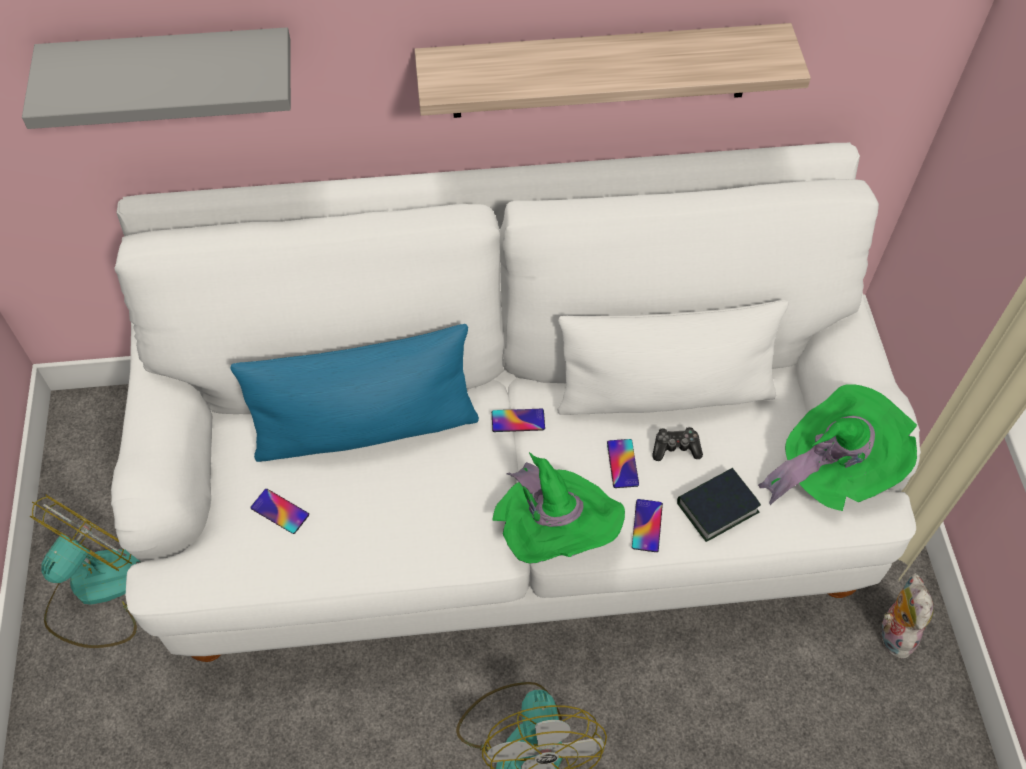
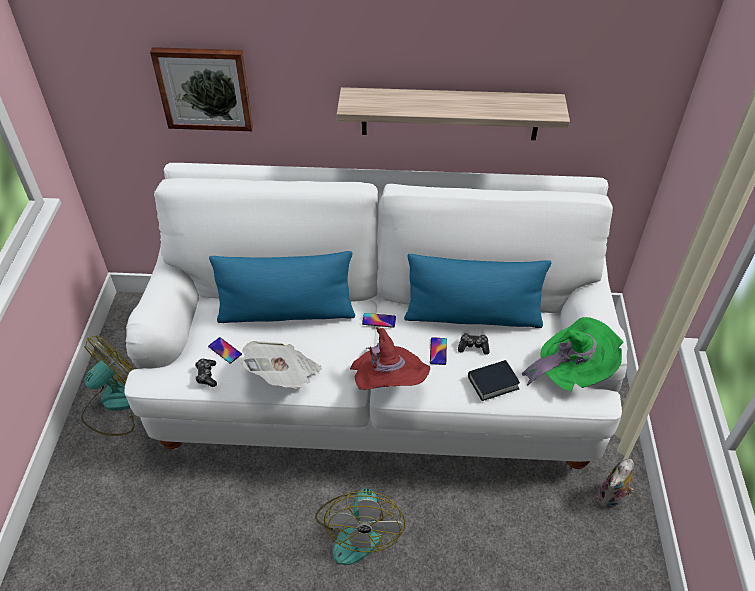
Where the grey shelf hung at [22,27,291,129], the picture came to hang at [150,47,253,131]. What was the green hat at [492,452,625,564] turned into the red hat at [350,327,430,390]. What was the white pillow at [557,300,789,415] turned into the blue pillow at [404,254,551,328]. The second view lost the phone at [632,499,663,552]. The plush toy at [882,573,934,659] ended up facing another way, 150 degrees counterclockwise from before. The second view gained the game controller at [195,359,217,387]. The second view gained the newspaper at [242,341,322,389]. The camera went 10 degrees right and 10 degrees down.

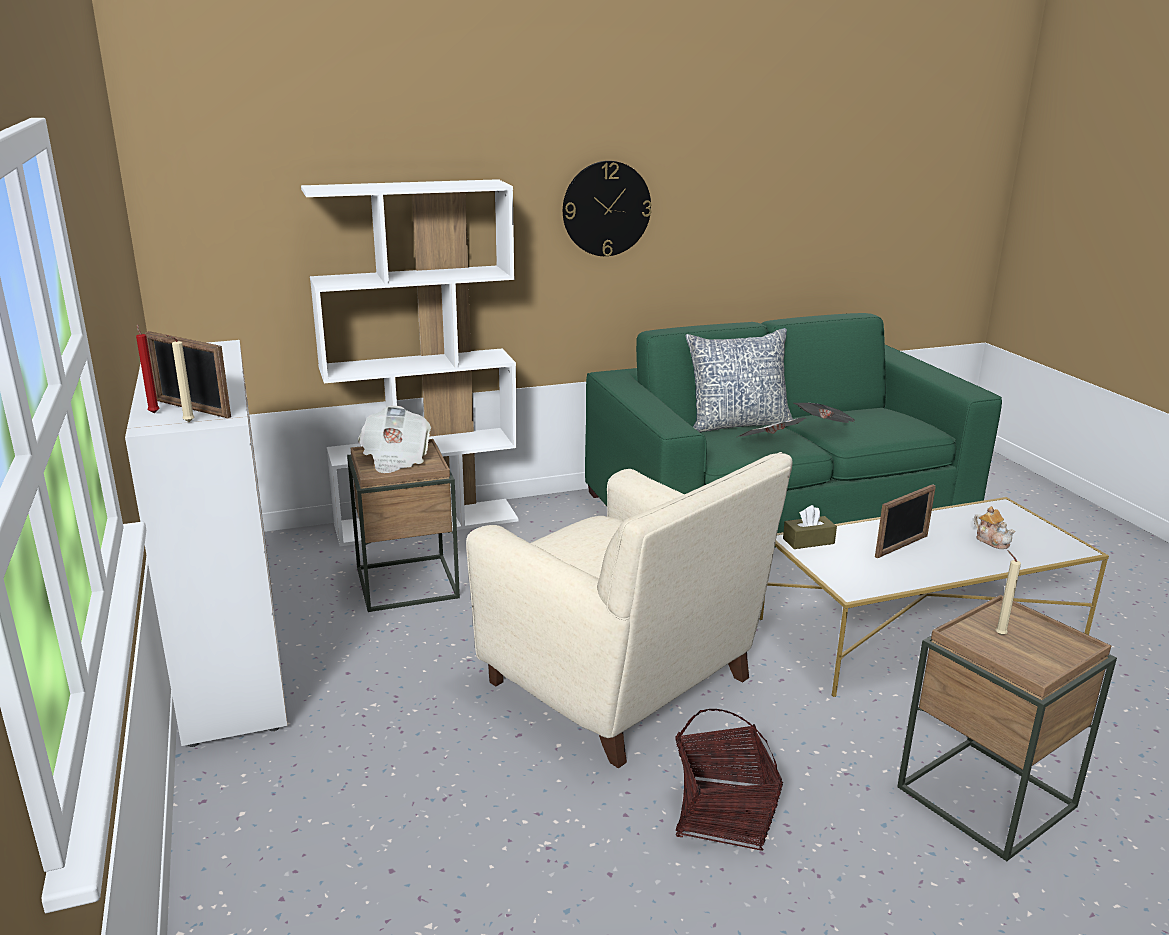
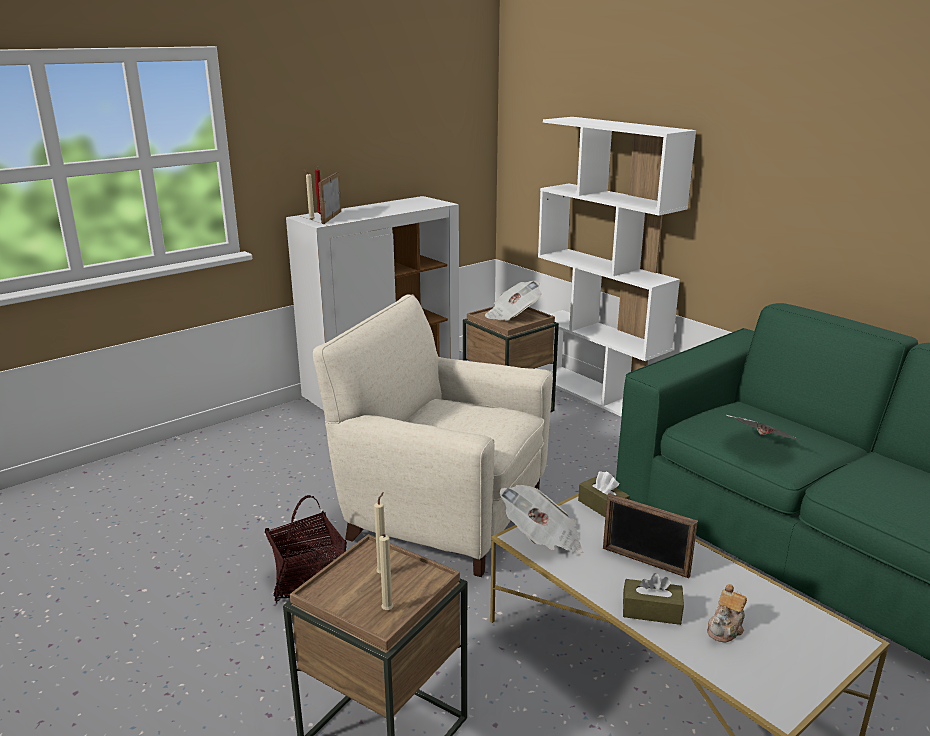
The beige armchair at [466,452,793,768] ended up facing another way, 90 degrees clockwise from before. The second view lost the wall clock at [563,161,651,256]. The second view lost the pillow at [685,328,793,433]. The newspaper ended up elsewhere, having gone from [794,403,855,423] to [500,485,583,554]. The second view gained the beige candle at [379,534,393,610]. The second view gained the brown tissue box at [623,573,684,625]. The camera went 70 degrees right and 0 degrees up.

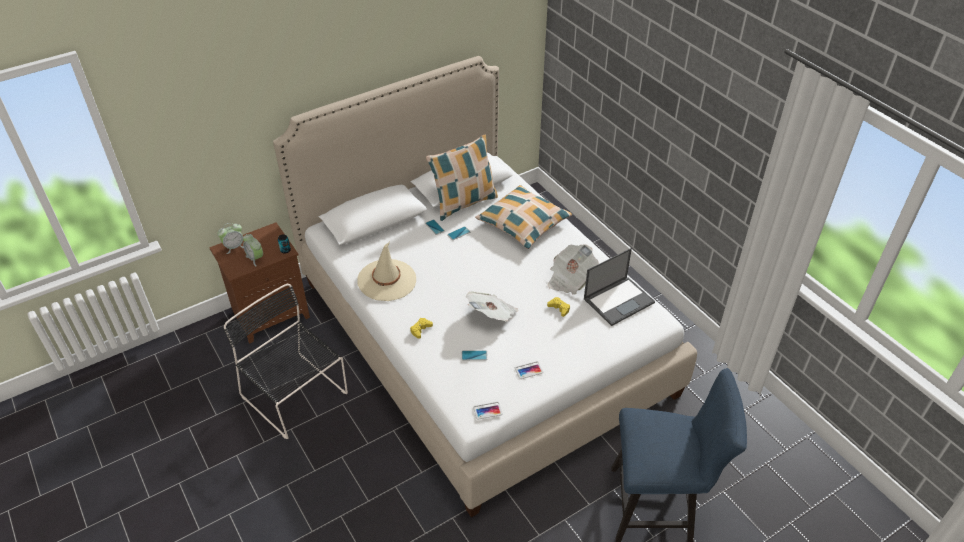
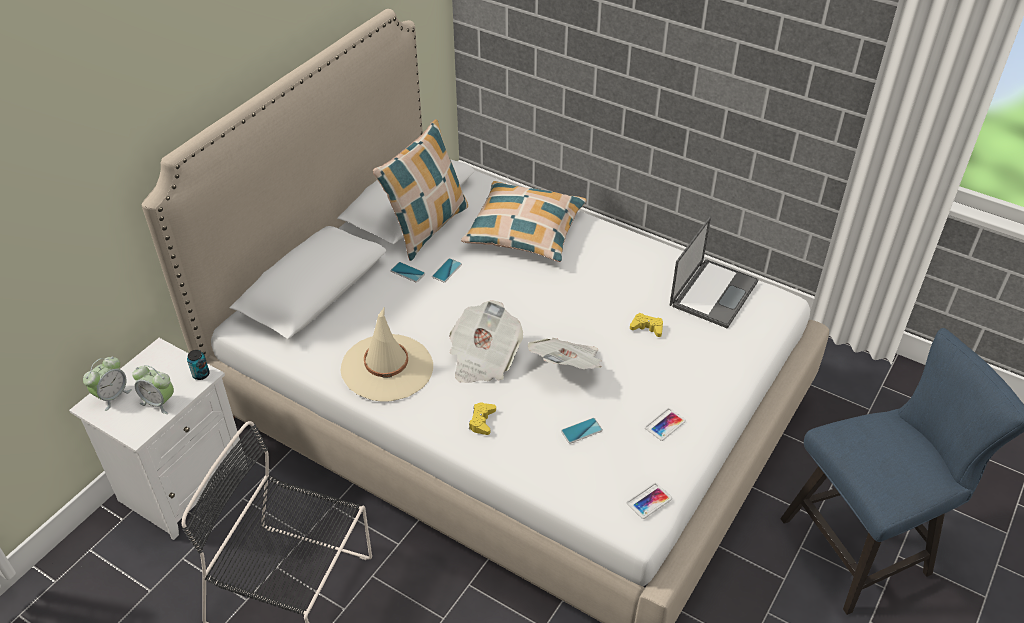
What was the brown nightstand at [209,222,310,344] turned into the white nightstand at [69,338,247,540]. The newspaper ended up elsewhere, having gone from [548,244,599,294] to [449,300,523,383]. The camera went 25 degrees left and 0 degrees up.

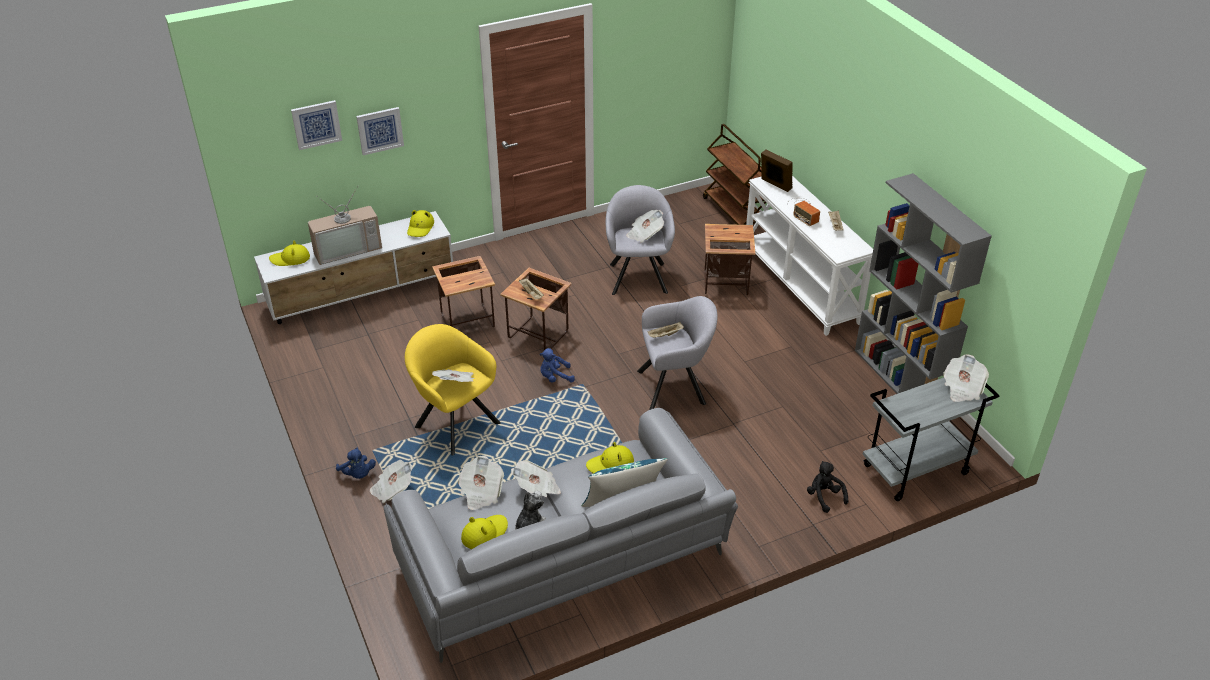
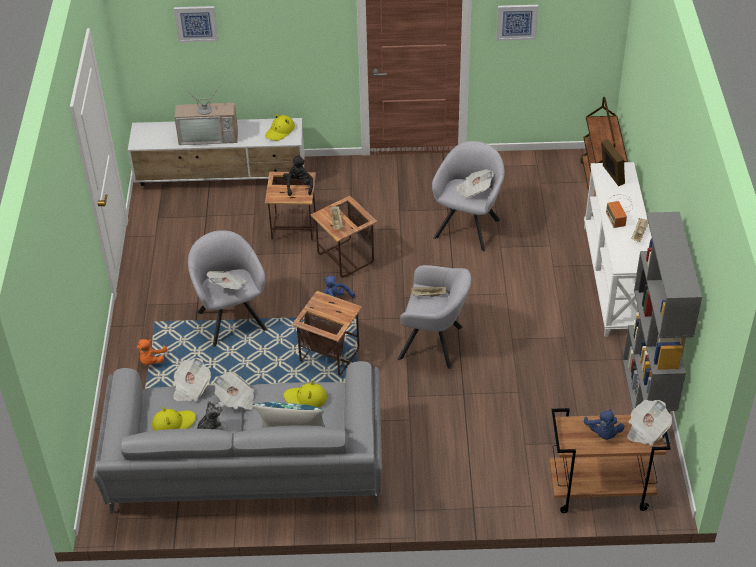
The second view lost the yellow hat at [269,241,310,266]. The blue plush toy ended up elsewhere, having gone from [336,448,376,479] to [584,409,624,440]. The picture ended up elsewhere, having gone from [356,107,404,155] to [496,5,538,41]. Where the newspaper stood at [370,460,413,503], the orange plush toy came to stand at [137,339,168,365]. What was the yellow armchair at [405,324,501,456] turned into the grey armchair at [188,230,268,347]. The side table ended up elsewhere, having gone from [705,224,755,295] to [292,291,362,376]. The black plush toy ended up elsewhere, having gone from [807,461,849,513] to [283,156,313,196]. What was the grey cart at [863,378,1000,501] turned into the brown cart at [549,408,671,513]. The camera went 25 degrees right and 5 degrees up.

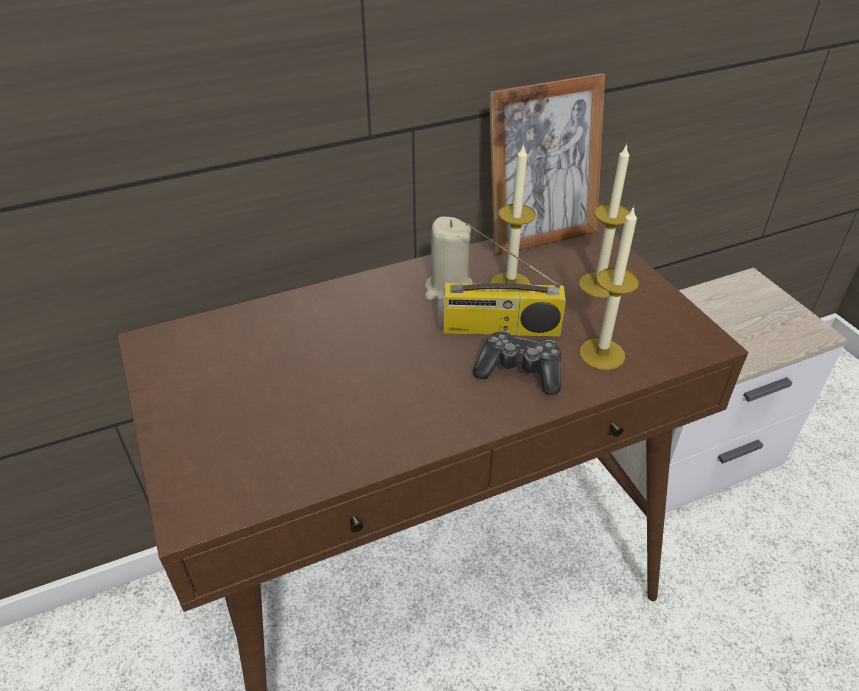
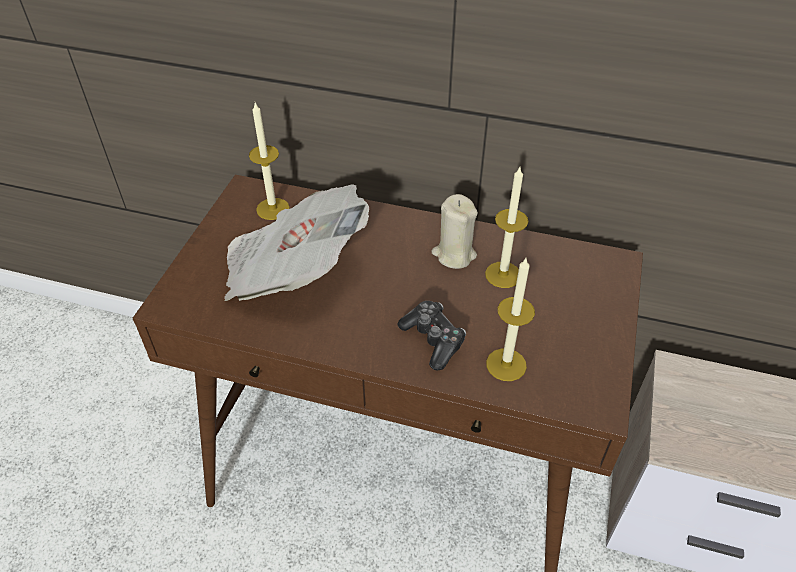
The second view lost the radio at [438,223,566,336]. The second view lost the picture frame at [489,73,605,256]. The candle ended up elsewhere, having gone from [579,143,630,298] to [249,103,290,220]. The second view gained the newspaper at [224,184,369,301]. The camera went 40 degrees right and 5 degrees up.

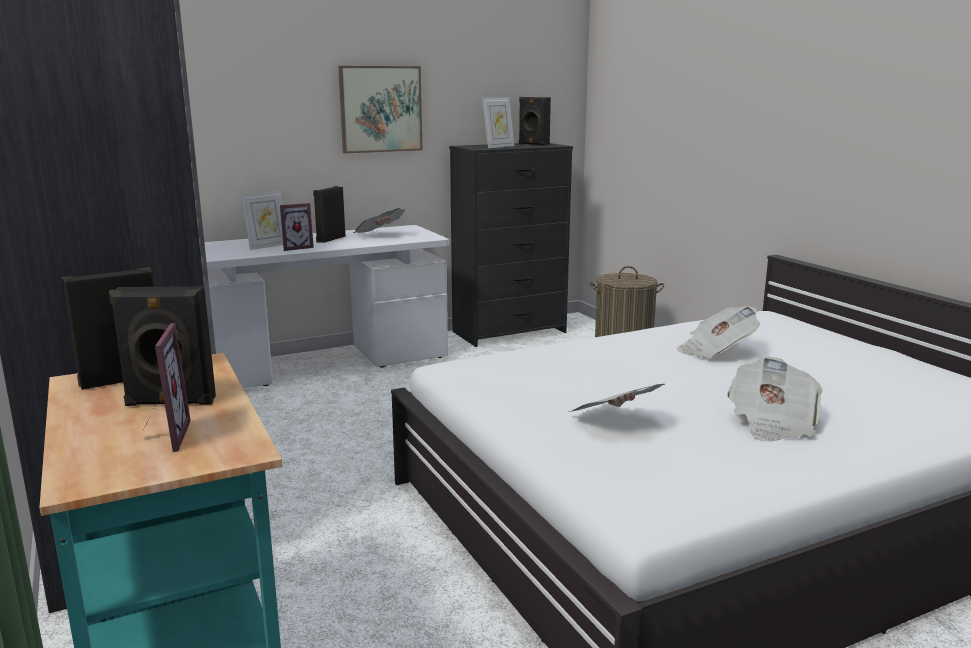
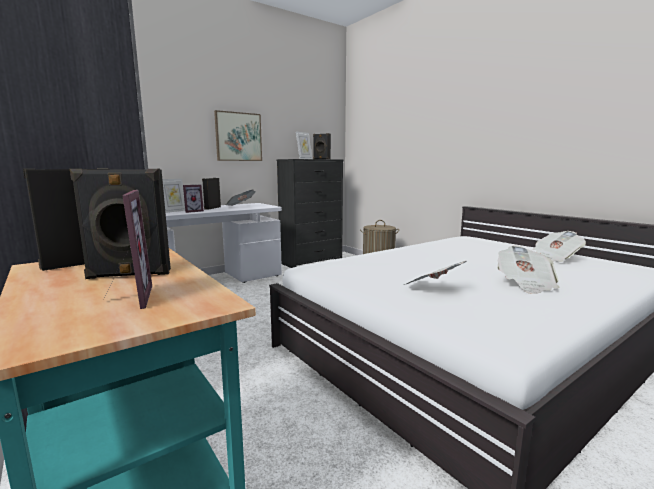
The newspaper ended up elsewhere, having gone from [677,306,760,358] to [533,231,586,262]. The camera went 10 degrees left and 5 degrees down.

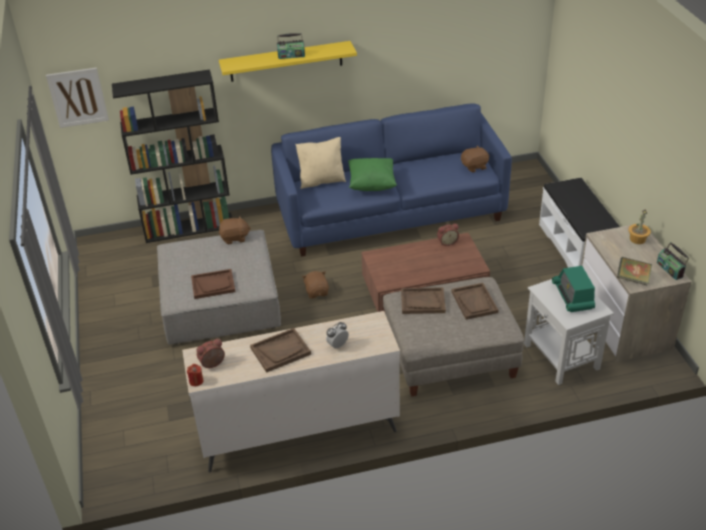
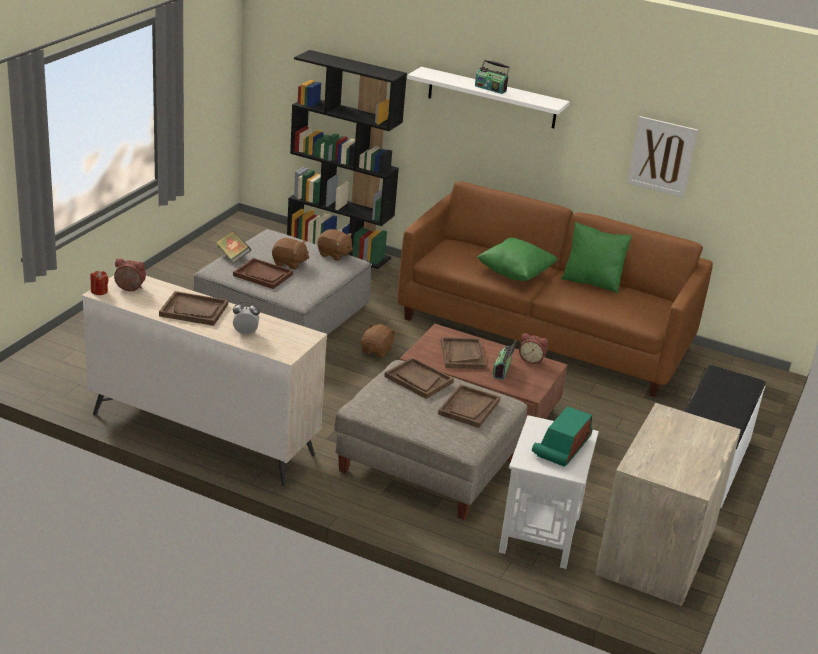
The picture ended up elsewhere, having gone from [46,68,109,128] to [627,116,698,198]. What was the yellow shelf at [219,41,357,82] turned into the white shelf at [407,67,570,129]. What was the blue sofa at [271,103,512,257] turned into the brown sofa at [397,182,713,397]. The second view lost the beige pillow at [295,137,346,189]. The brown plush toy ended up elsewhere, having gone from [461,146,489,173] to [272,238,309,270]. The book ended up elsewhere, having gone from [617,257,652,285] to [216,230,251,264]. The second view lost the potted plant at [628,209,651,244]. The radio ended up elsewhere, having gone from [657,242,689,280] to [493,340,517,380]. The second view gained the brown tray at [441,337,486,369]. The second view gained the green pillow at [561,222,632,294]. The camera went 35 degrees right and 10 degrees down.

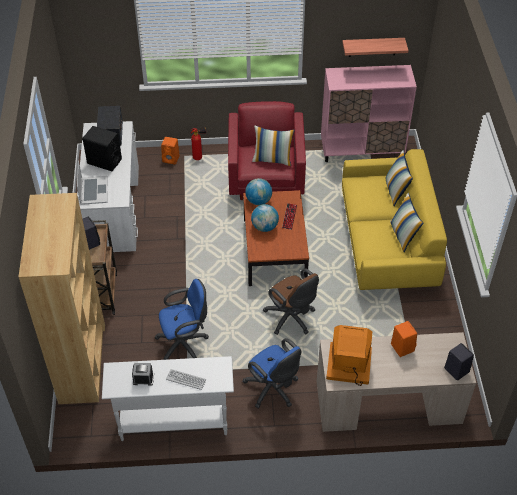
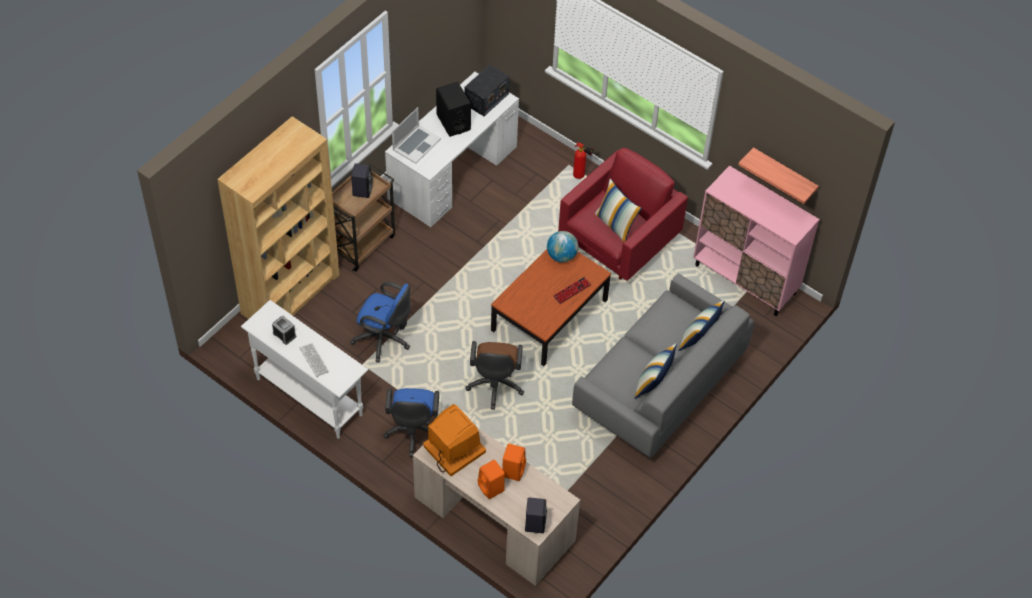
The orange speaker ended up elsewhere, having gone from [161,137,180,164] to [477,460,505,499]. The second view lost the globe at [251,204,279,232]. What was the yellow sofa at [342,149,447,290] turned into the grey sofa at [572,273,754,458]. The camera went 40 degrees right and 5 degrees up.

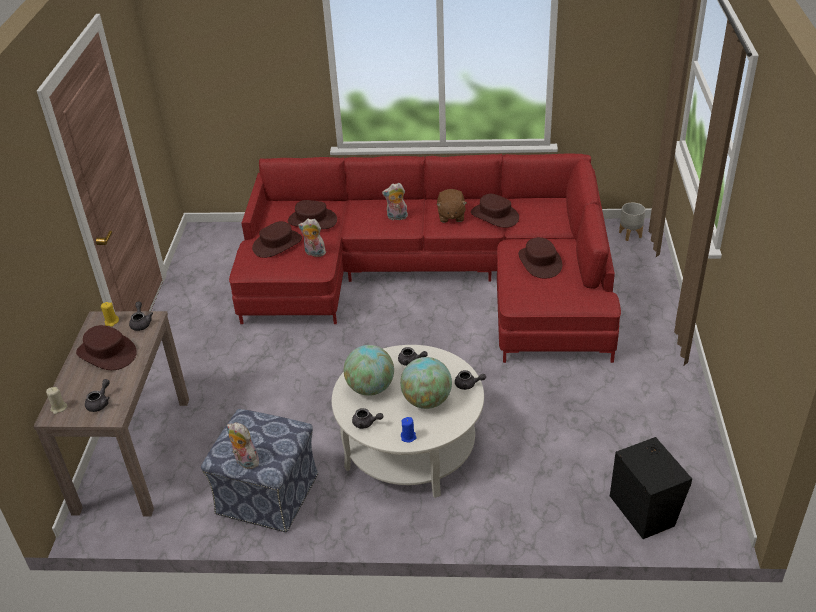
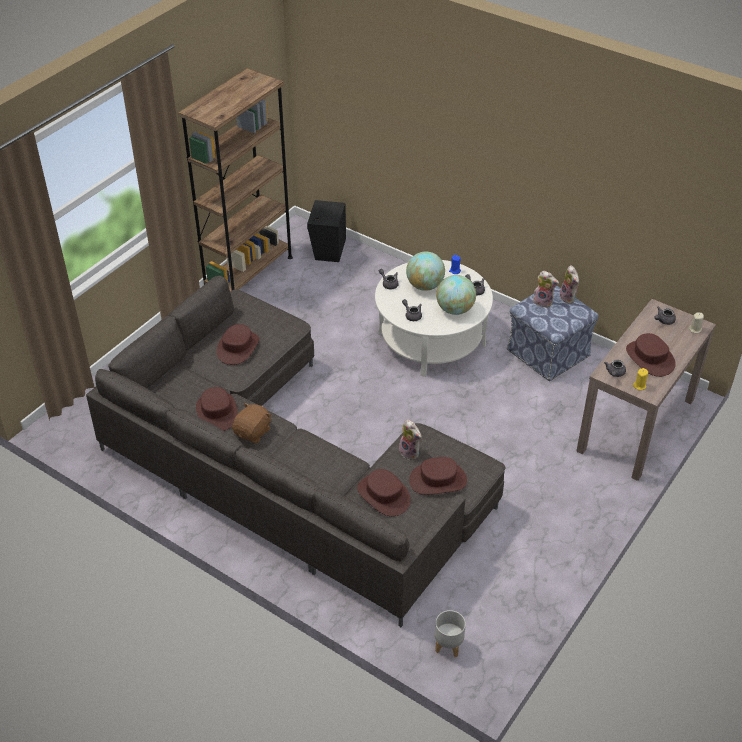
What was the red sofa at [229,154,621,363] turned into the grey sofa at [86,276,505,627]. The plush toy ended up elsewhere, having gone from [382,183,408,220] to [533,271,559,308]. The grey planter ended up elsewhere, having gone from [619,203,645,241] to [435,610,466,657]. The second view gained the brown bookcase at [178,68,293,291]. The camera went 150 degrees left and 5 degrees up.

